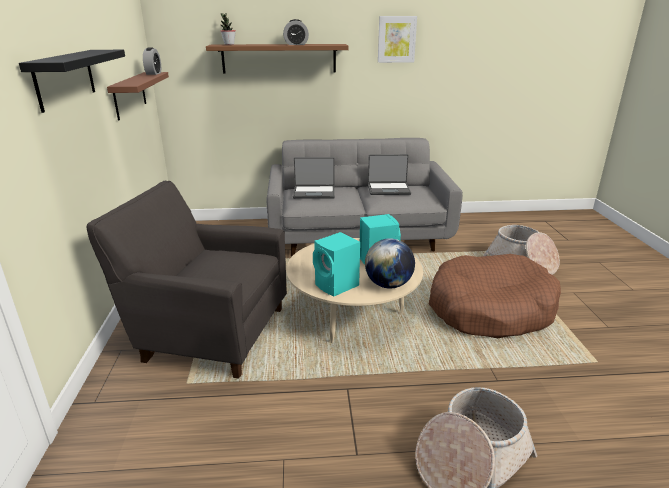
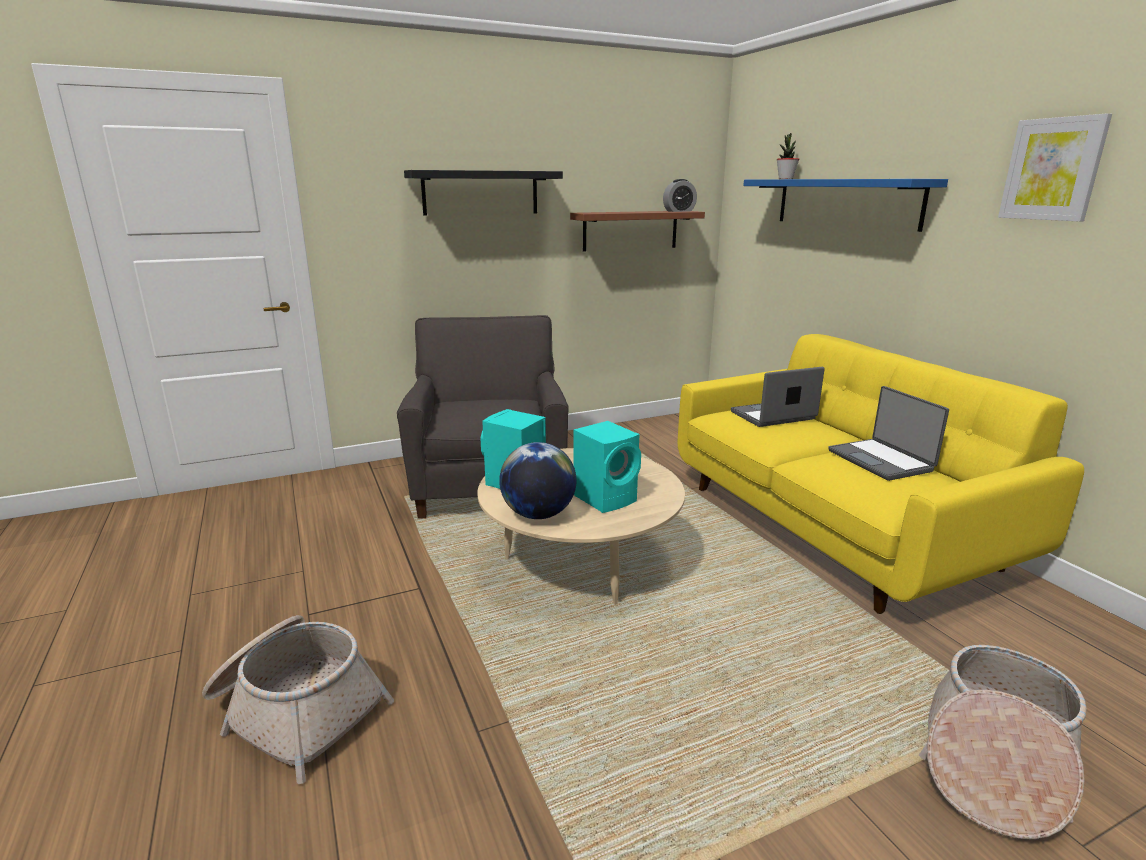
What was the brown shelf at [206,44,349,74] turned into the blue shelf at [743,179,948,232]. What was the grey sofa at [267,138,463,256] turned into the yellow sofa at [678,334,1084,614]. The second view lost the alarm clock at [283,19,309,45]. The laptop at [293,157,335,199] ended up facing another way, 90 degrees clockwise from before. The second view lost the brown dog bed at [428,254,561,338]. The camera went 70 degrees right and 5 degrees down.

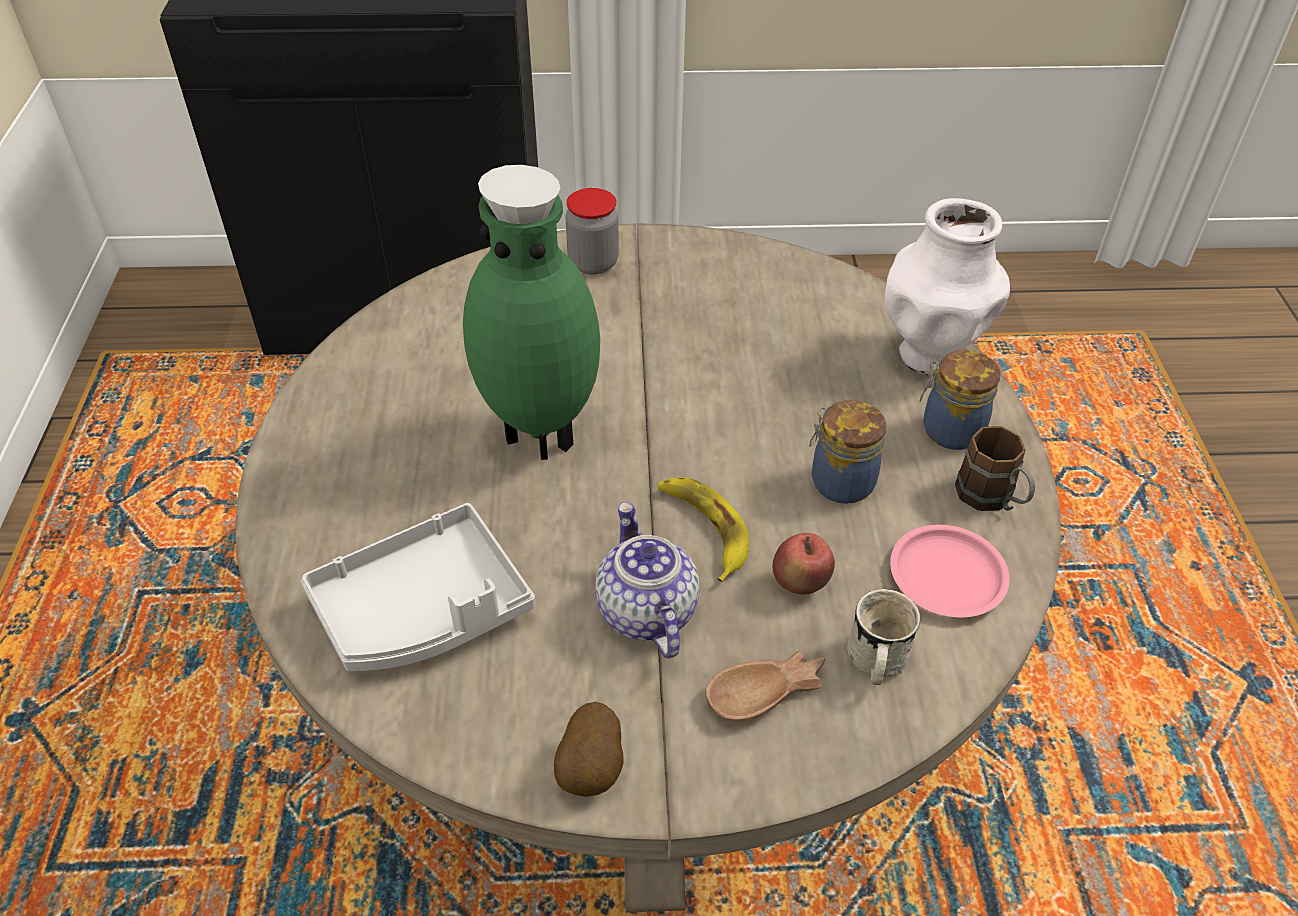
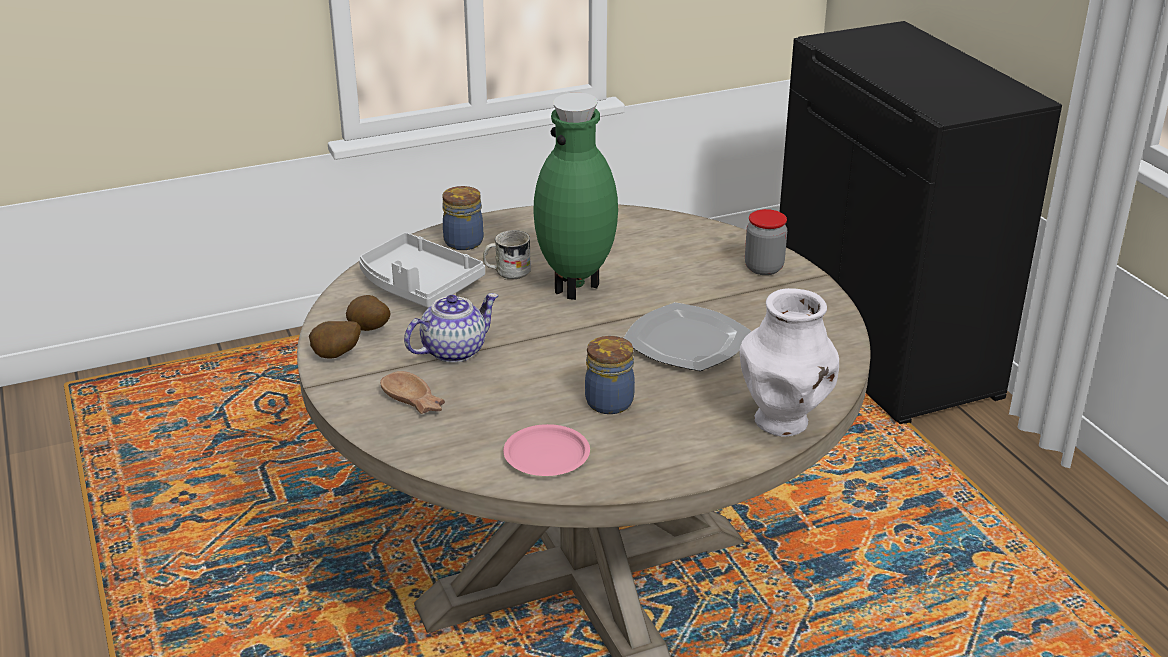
The second view lost the banana at [658,477,749,582]. The second view lost the apple at [773,533,835,594]. The white mug ended up elsewhere, having gone from [847,589,921,685] to [483,230,531,279]. The jar ended up elsewhere, having gone from [919,350,1000,450] to [442,186,484,250]. The second view lost the brown mug at [955,426,1035,511]. The second view gained the potato at [346,295,390,331]. The second view gained the plate at [624,302,751,371]. The camera went 70 degrees right and 15 degrees down.

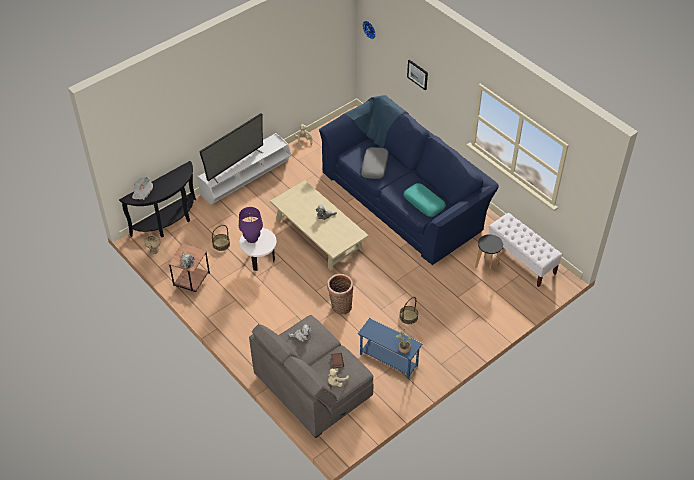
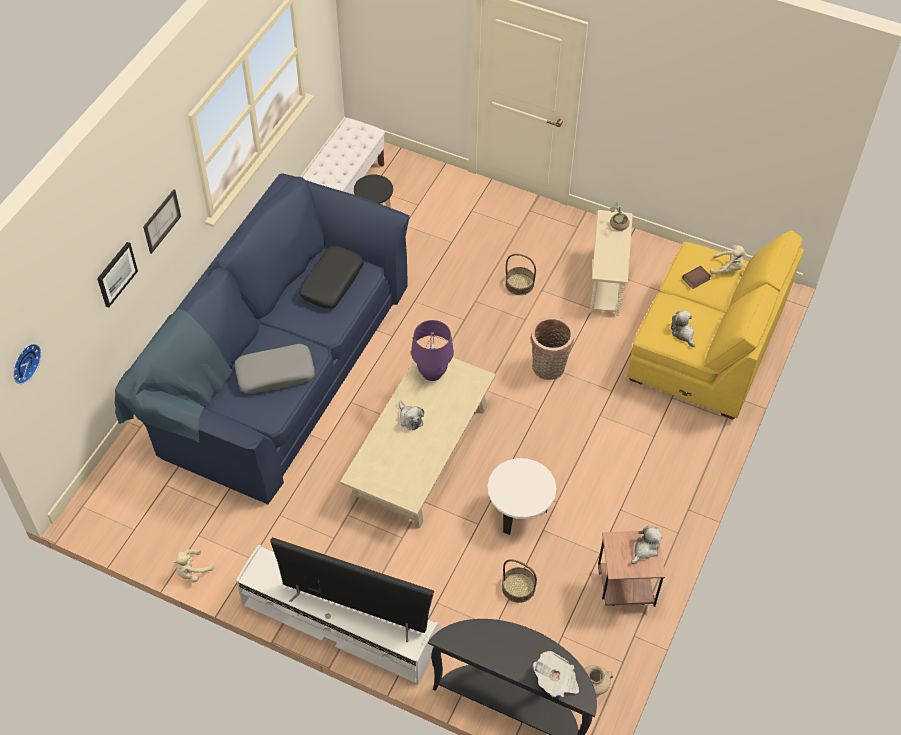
The purple table lamp ended up elsewhere, having gone from [239,207,263,243] to [411,320,454,381]. What was the grey sofa at [249,315,373,438] turned into the yellow sofa at [627,230,803,420]. What was the blue side table at [358,318,422,379] turned into the beige side table at [590,210,633,316]. What was the turquoise pillow at [403,183,446,217] turned into the black pillow at [299,246,364,309]. The second view gained the picture at [143,189,181,254]. The camera went 115 degrees left and 5 degrees up.

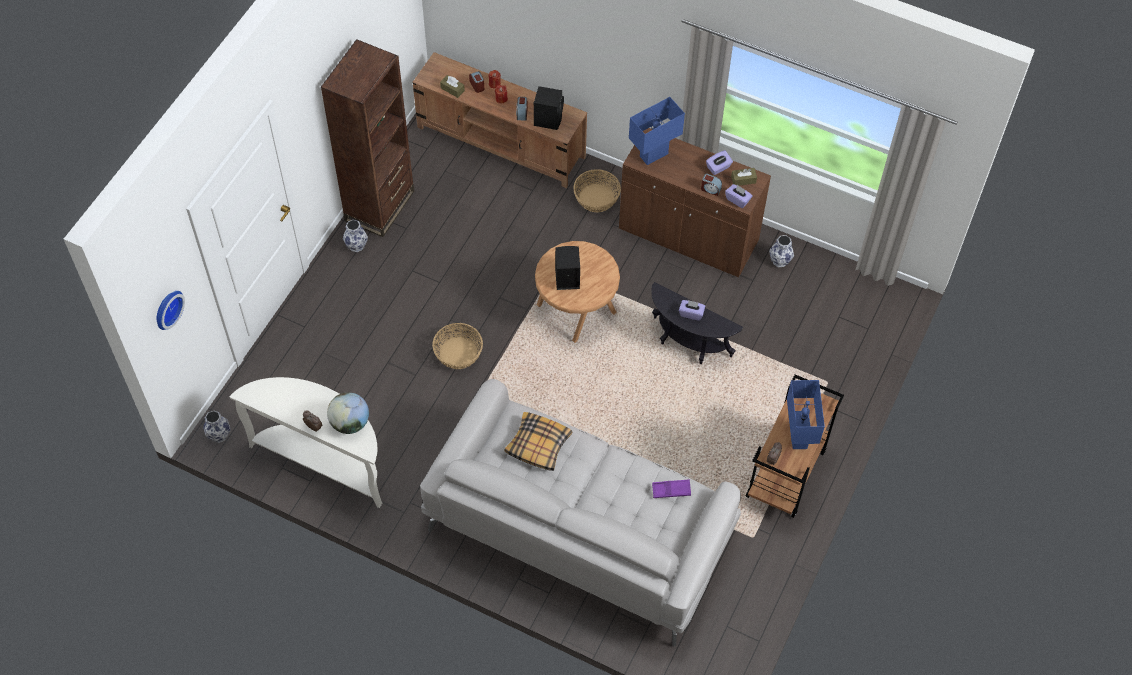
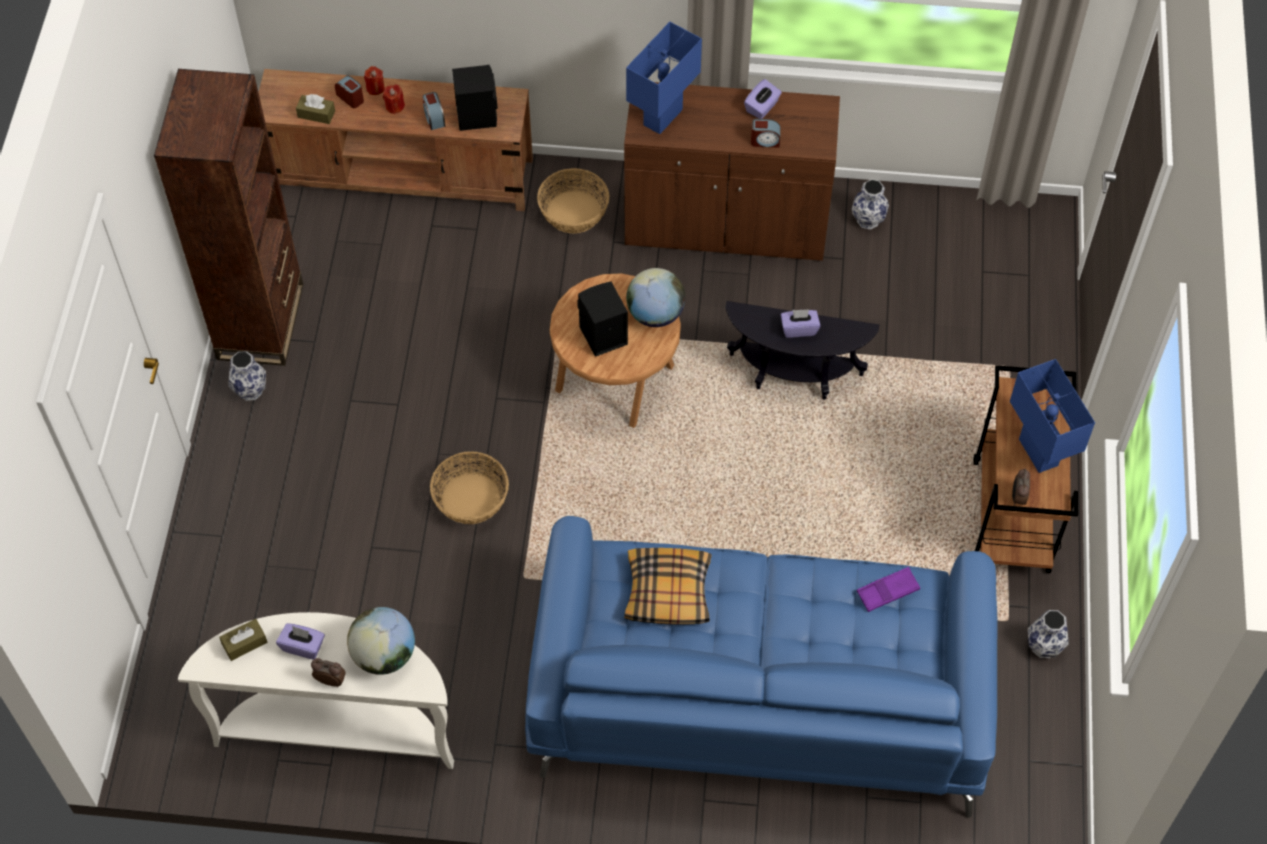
The second view lost the wall clock at [157,291,185,330]. The vase ended up elsewhere, having gone from [203,410,231,443] to [1028,610,1069,658]. What was the grey sofa at [420,379,741,646] turned into the blue sofa at [525,516,998,818]. The purple tissue box ended up elsewhere, having gone from [725,184,753,208] to [276,623,325,660]. The brown tissue box ended up elsewhere, having gone from [731,168,757,186] to [219,619,268,661]. The second view gained the globe at [626,268,686,327]. The camera went 20 degrees left and 0 degrees up.

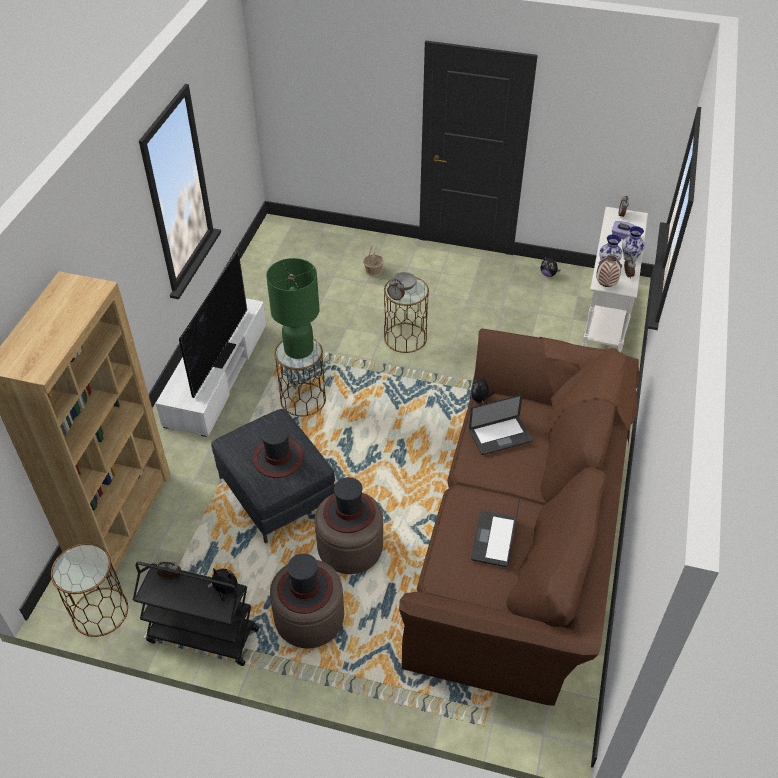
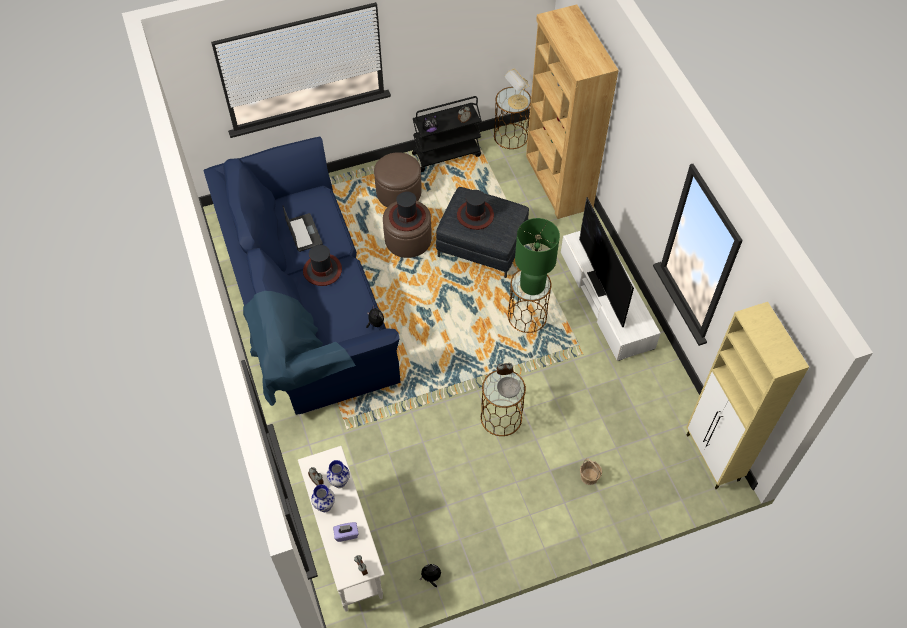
The hat ended up elsewhere, having gone from [277,553,333,614] to [303,245,342,286]. What was the brown sofa at [399,328,639,706] turned into the blue sofa at [204,137,401,415]. The second view lost the laptop at [469,395,532,455]. The second view lost the vase at [596,254,622,287]. The second view gained the table lamp at [505,69,529,110]. The second view gained the beige cabinet at [686,302,809,489]. The camera went 145 degrees right and 10 degrees up.

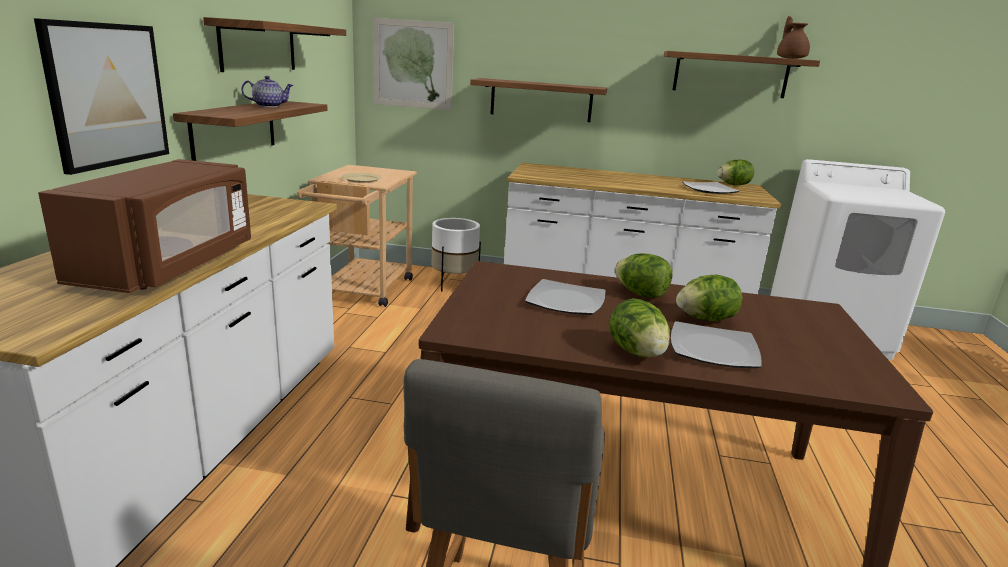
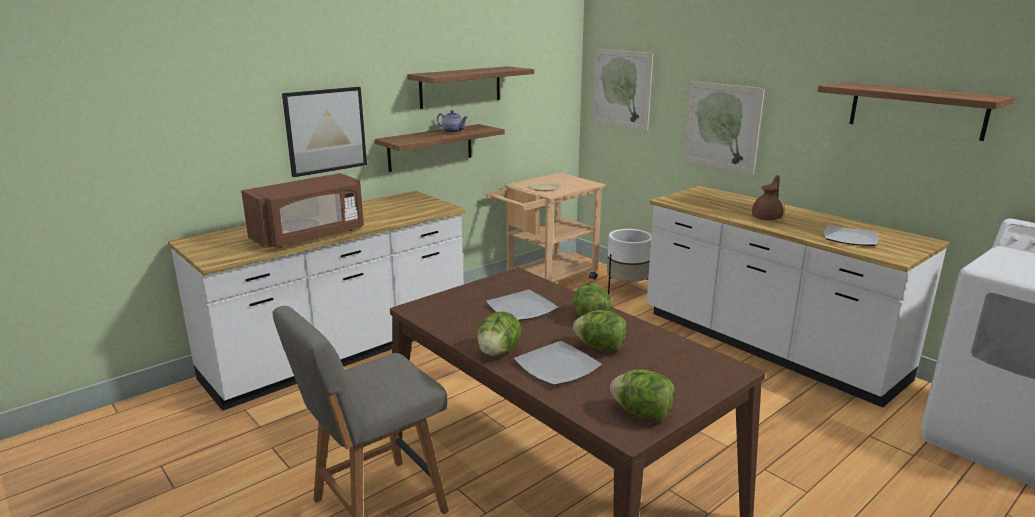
Where the shelf hung at [470,78,607,122], the picture came to hang at [683,81,765,175]. The lettuce ended up elsewhere, having gone from [717,160,754,185] to [610,369,675,420]. The brown teapot ended up elsewhere, having gone from [777,16,810,59] to [752,175,783,220]. The camera went 40 degrees right and 0 degrees up.

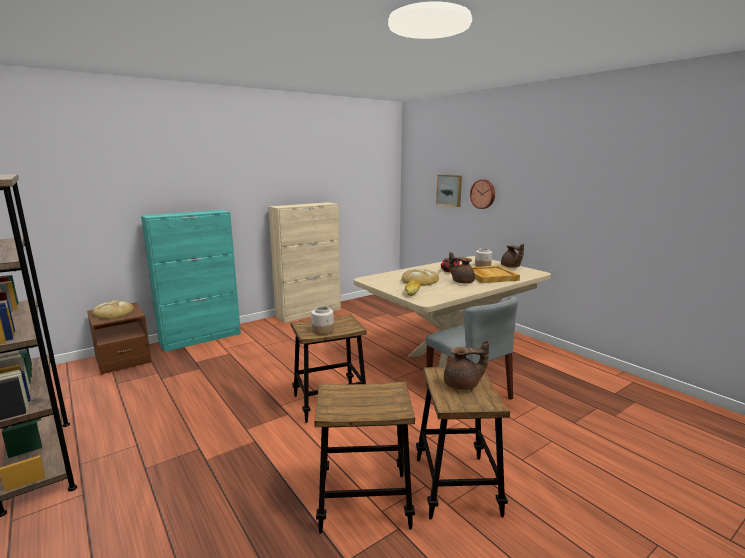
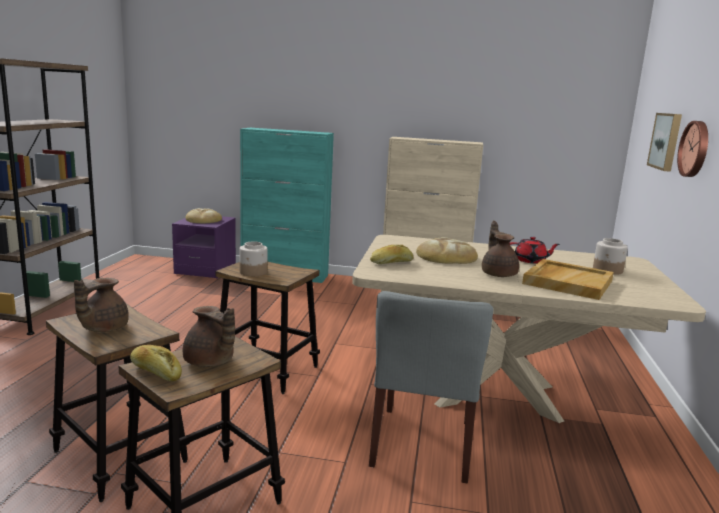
What was the brown nightstand at [87,303,152,375] turned into the purple nightstand at [172,216,236,279]. The brown teapot ended up elsewhere, having gone from [501,244,524,268] to [74,278,129,332]. The second view gained the bread at [130,345,182,381]. The camera went 45 degrees right and 0 degrees up.

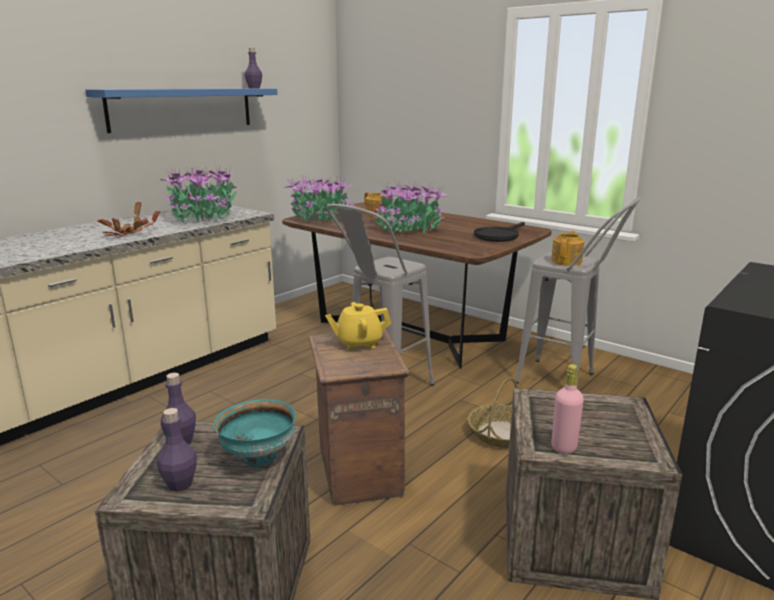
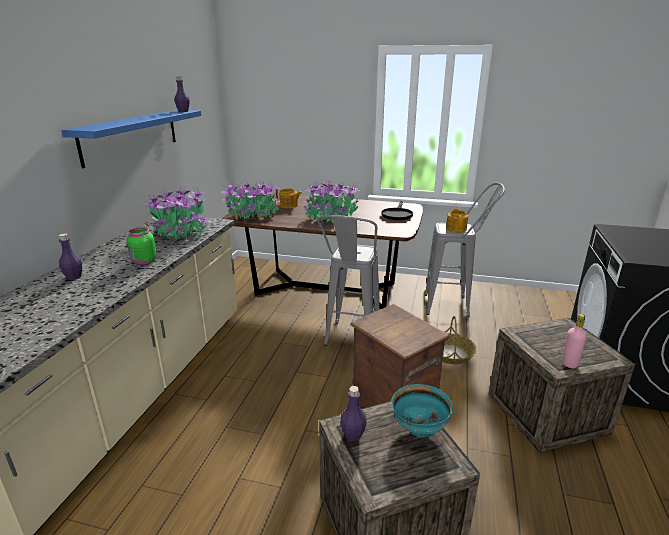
Where the potted plant stood at [97,201,161,238], the green jar came to stand at [127,227,157,265]. The purple bottle ended up elsewhere, having gone from [157,408,197,492] to [59,234,82,280]. The second view lost the yellow teapot at [325,302,392,350]. The camera went 25 degrees left and 5 degrees up.

